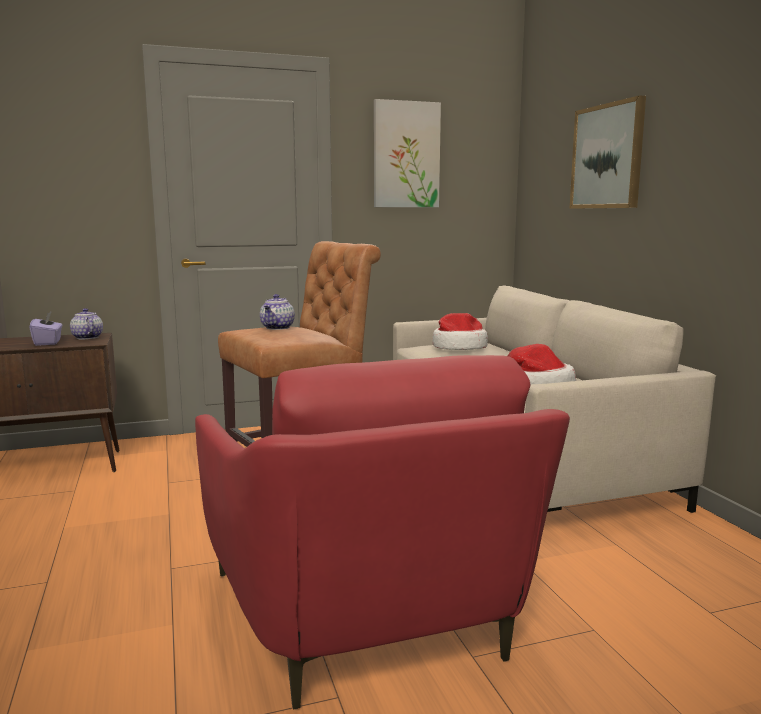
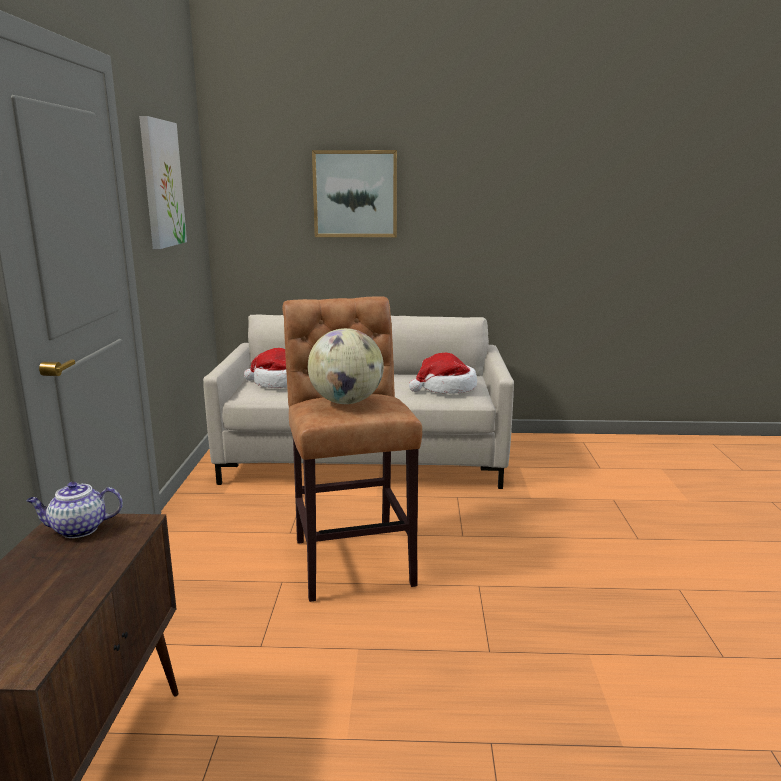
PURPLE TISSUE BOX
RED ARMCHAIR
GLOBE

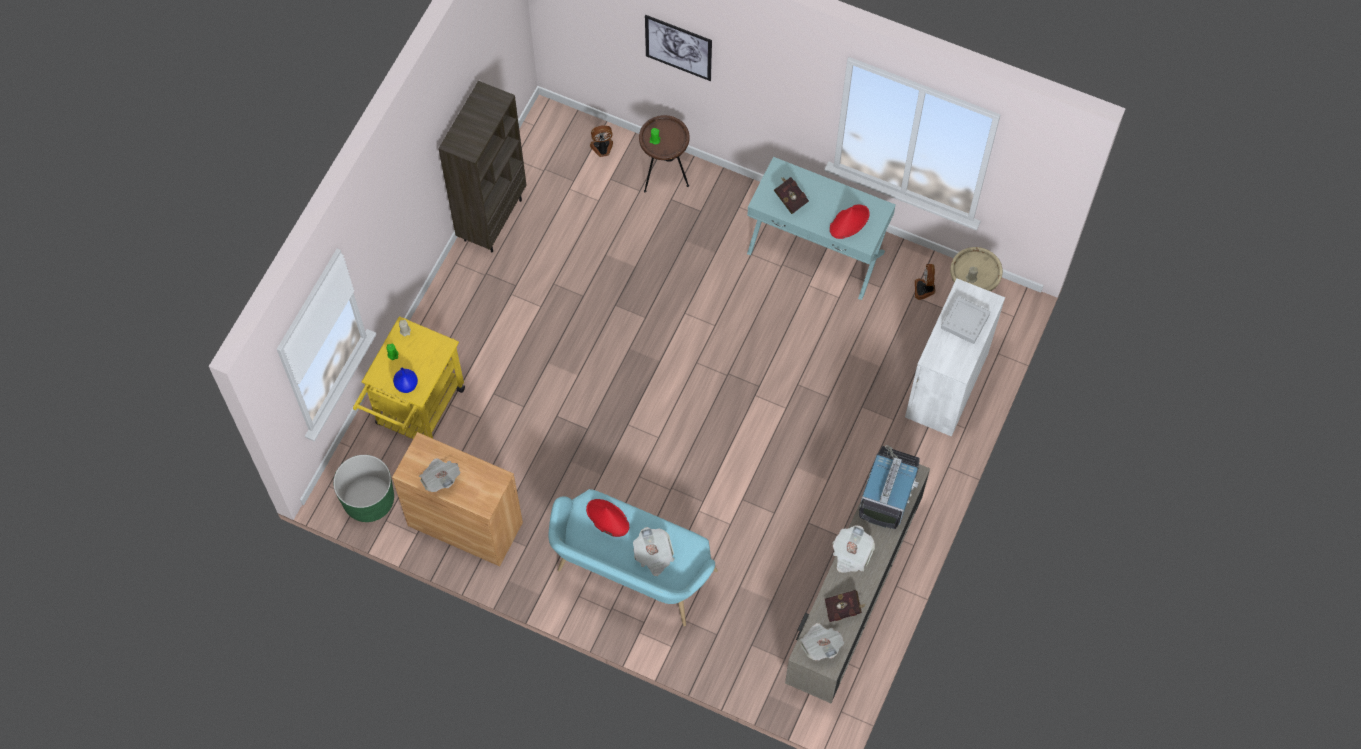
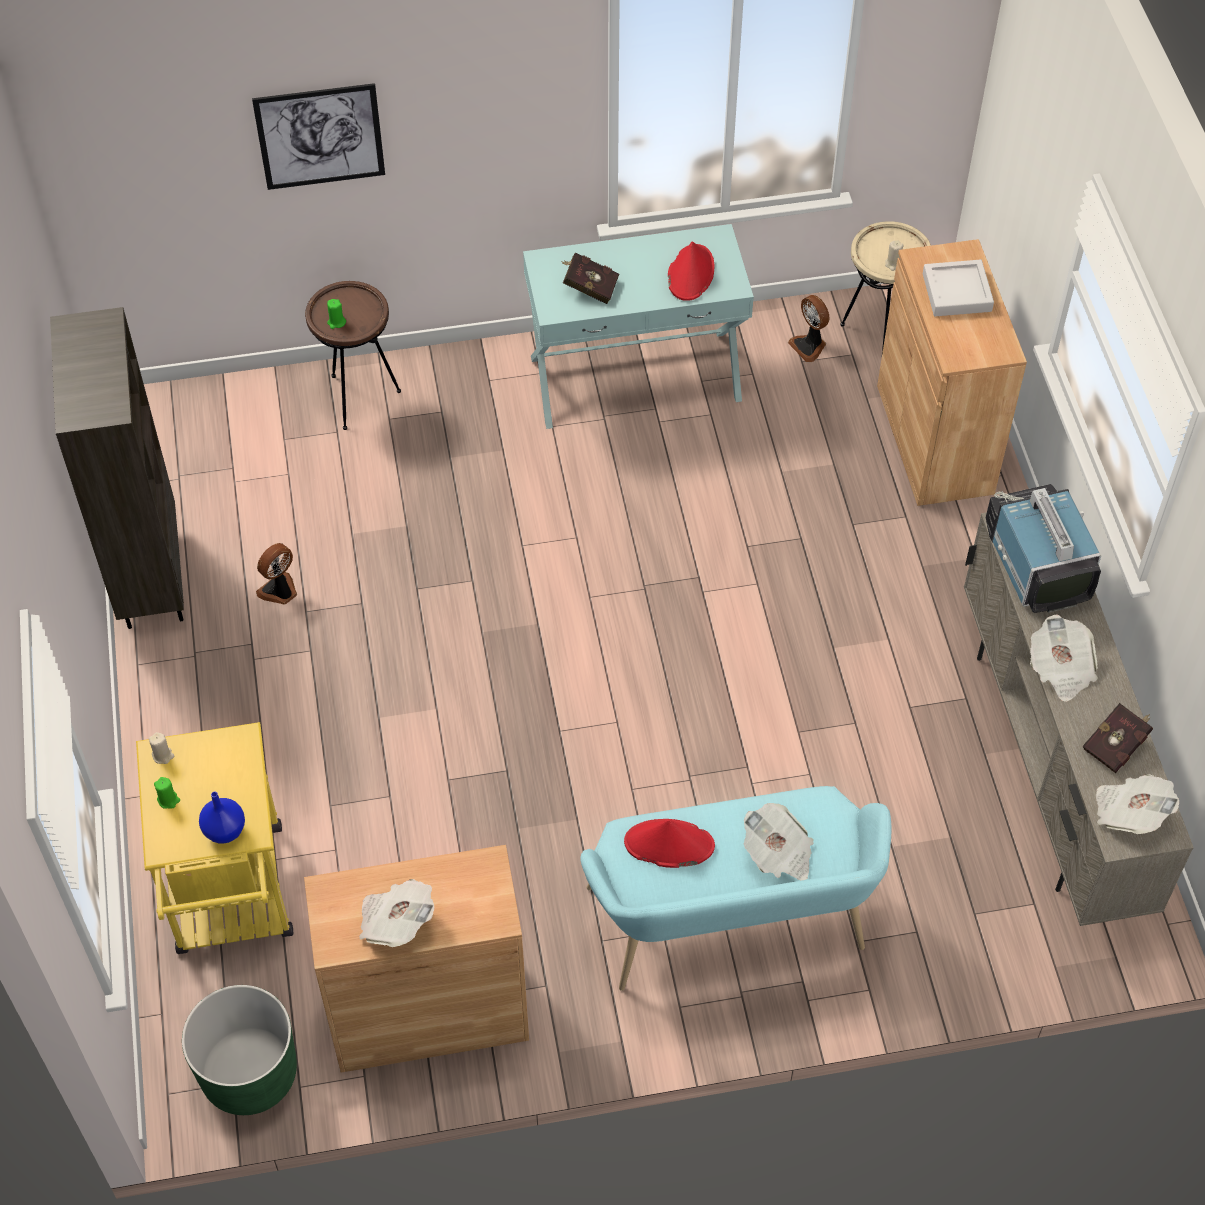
FAN (1st from left)
BROWN CABINET (2nd from left)

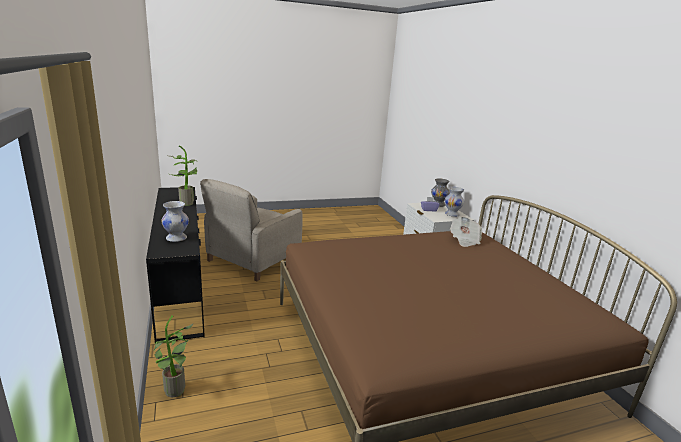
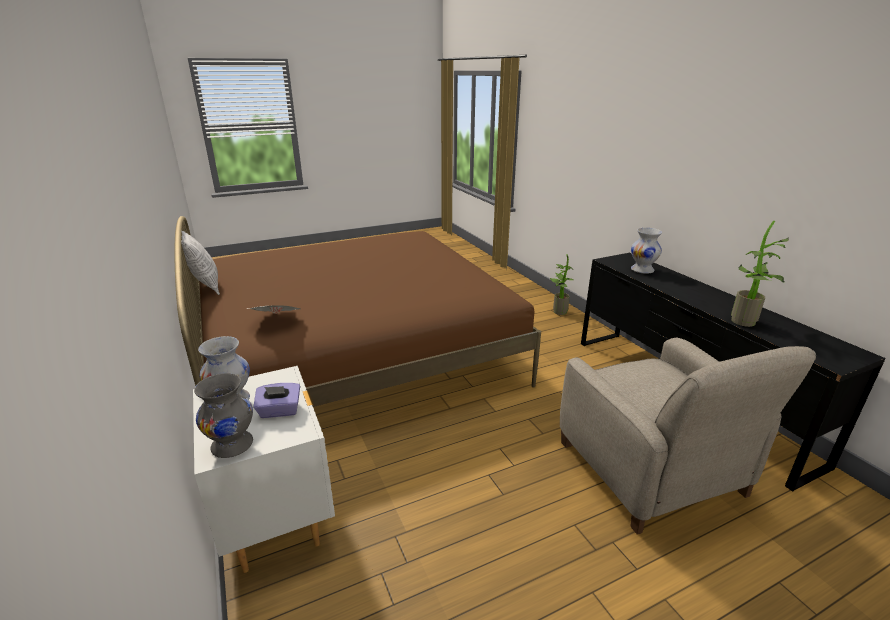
BEIGE ARMCHAIR
PILLOW

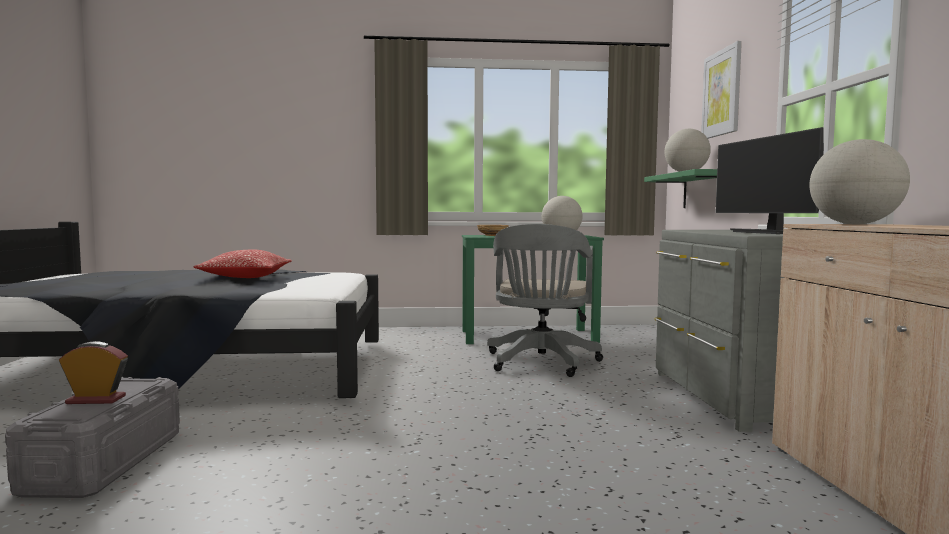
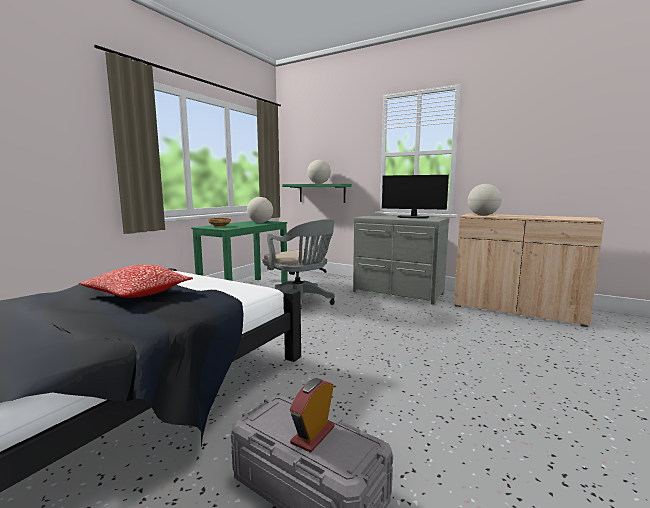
PICTURE

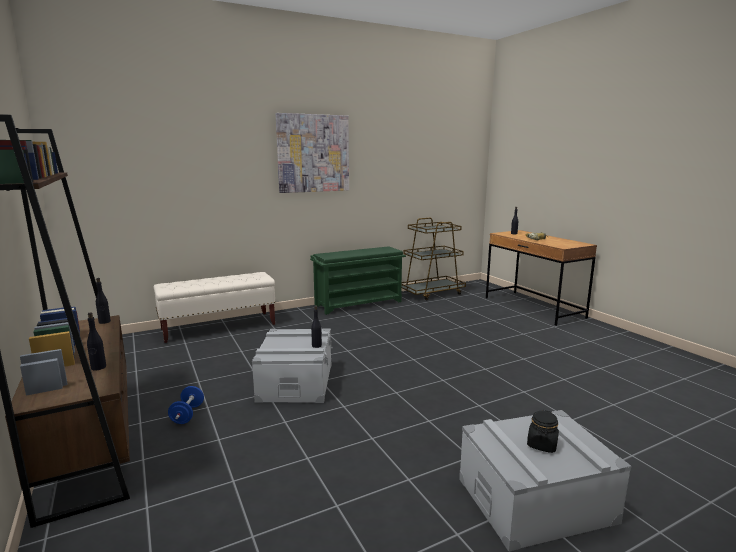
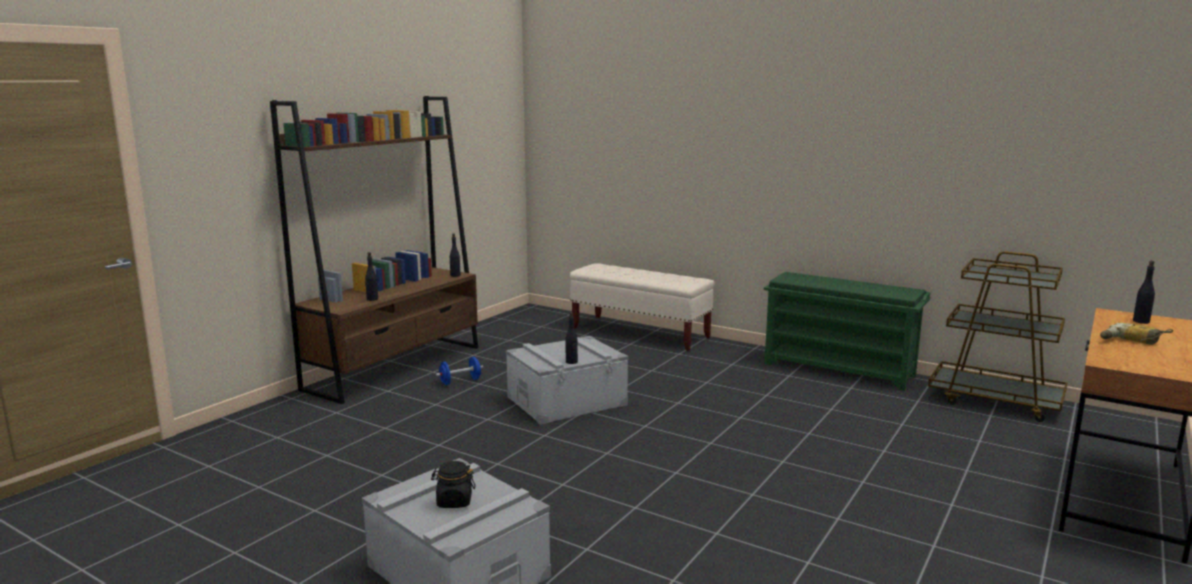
PICTURE

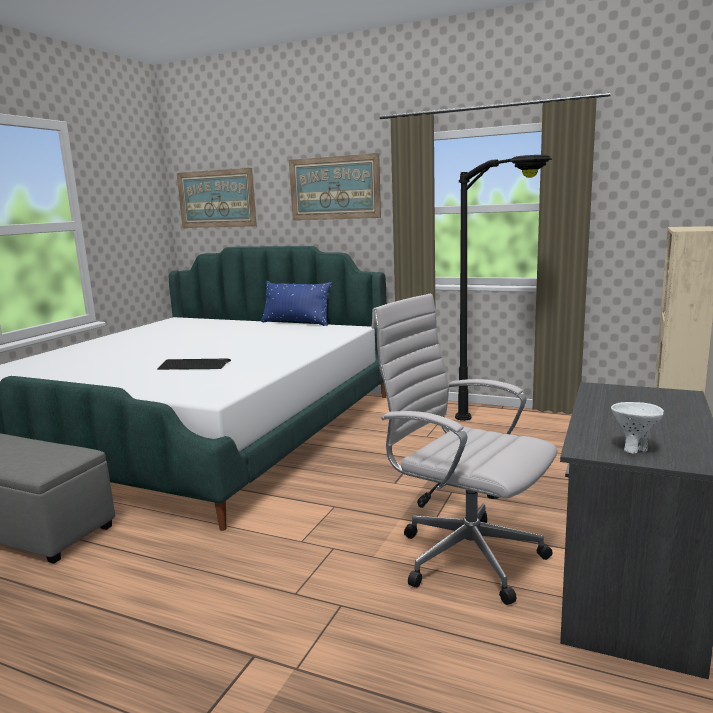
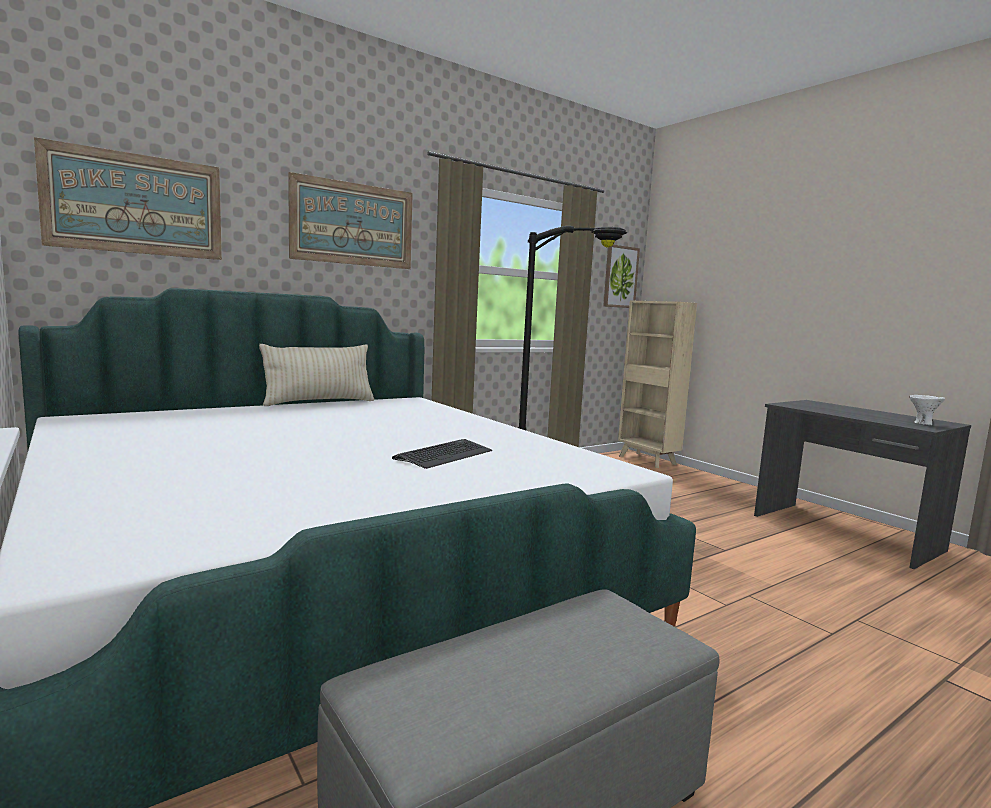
BEIGE PILLOW
WHITE OFFICE CHAIR
PICTURE (3rd from left)

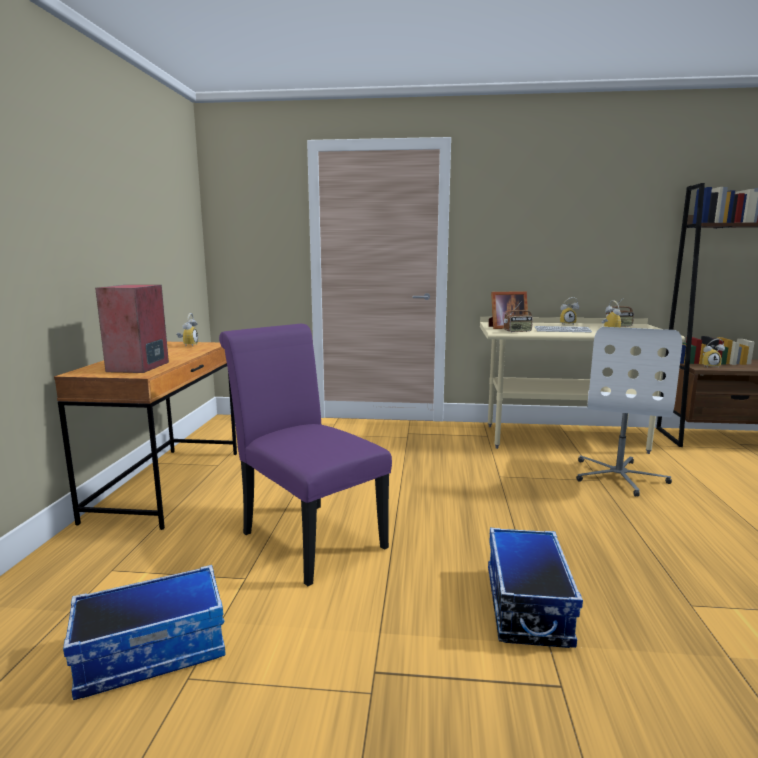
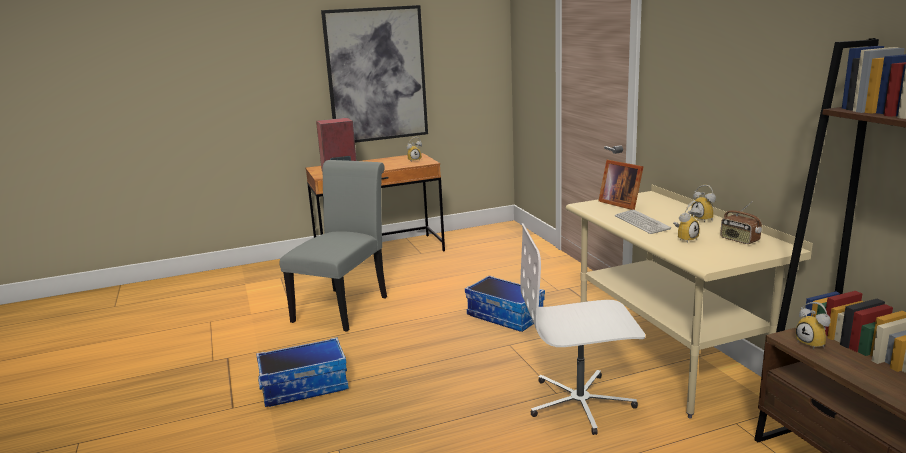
STORAGE BOX (2nd from left)
GREY CHAIR
RADIO (1st from left in the first image)
PICTURE

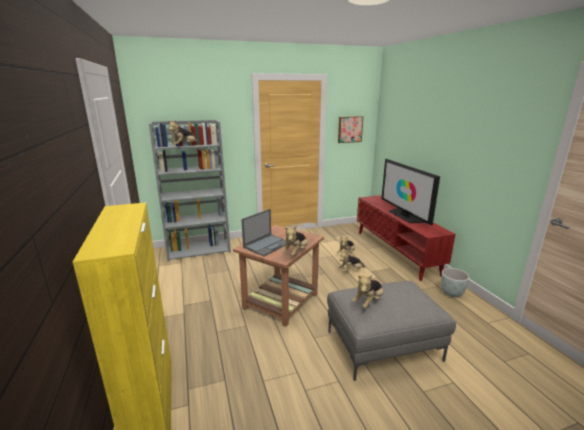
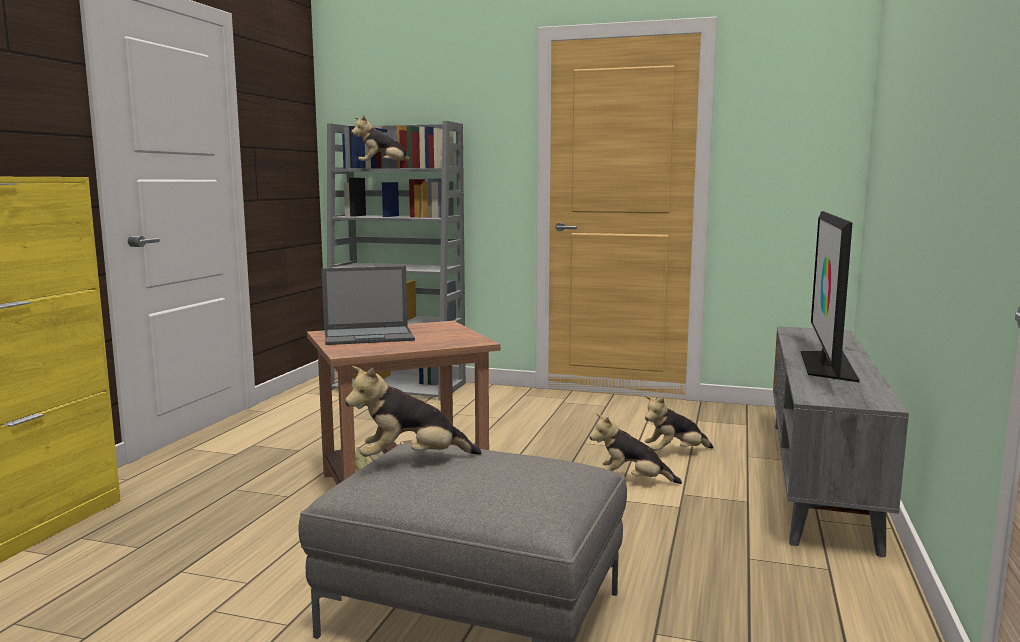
PLUSH TOY (2nd from left in the first image)
PICTURE
GREY TV STAND
GREY PLANTER

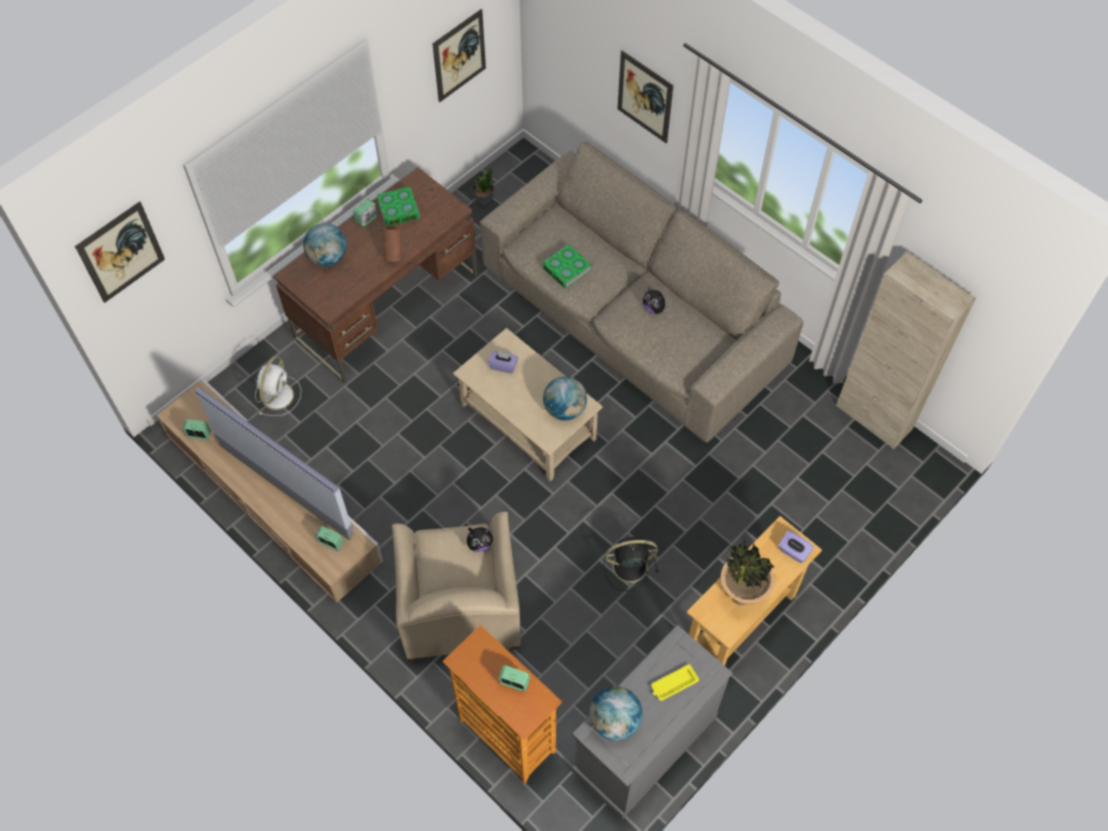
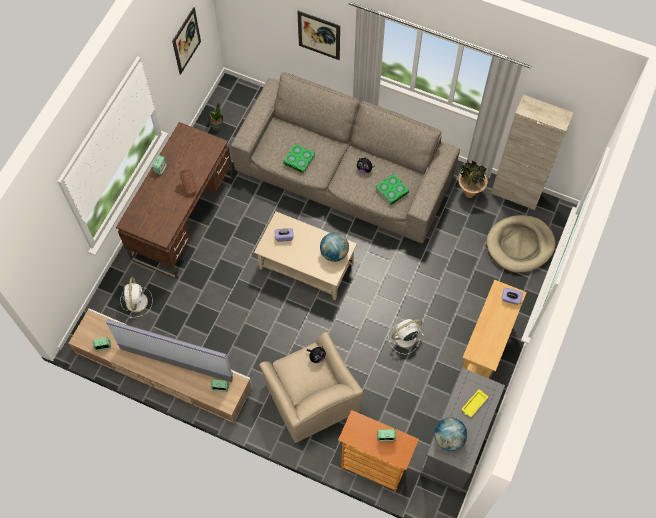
PICTURE (1st from left in the first image)
GLOBE (1st from left in the first image)
BOOK (2nd from left)
WHITE FAN (2nd from left)
POTTED PLANT (2nd from left)
BEIGE DOG BED

